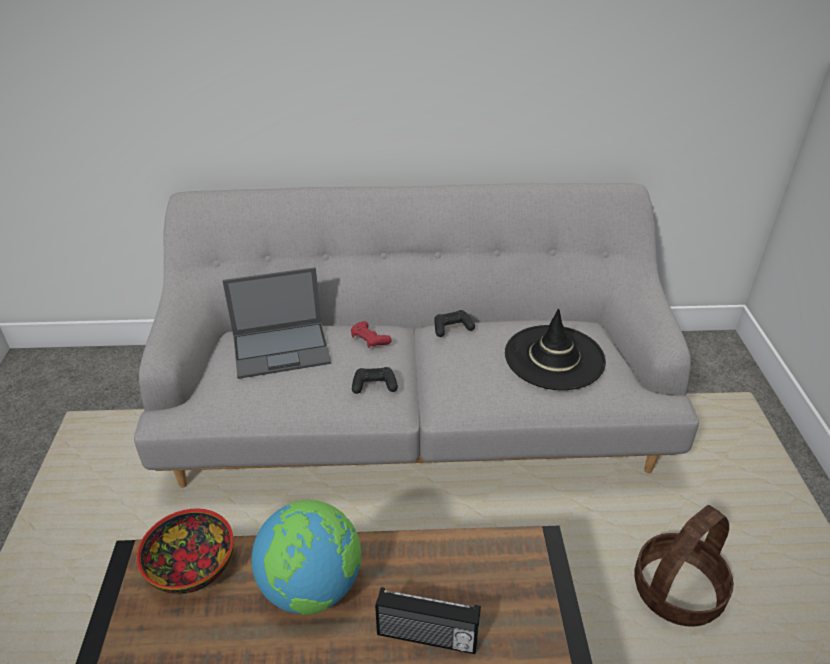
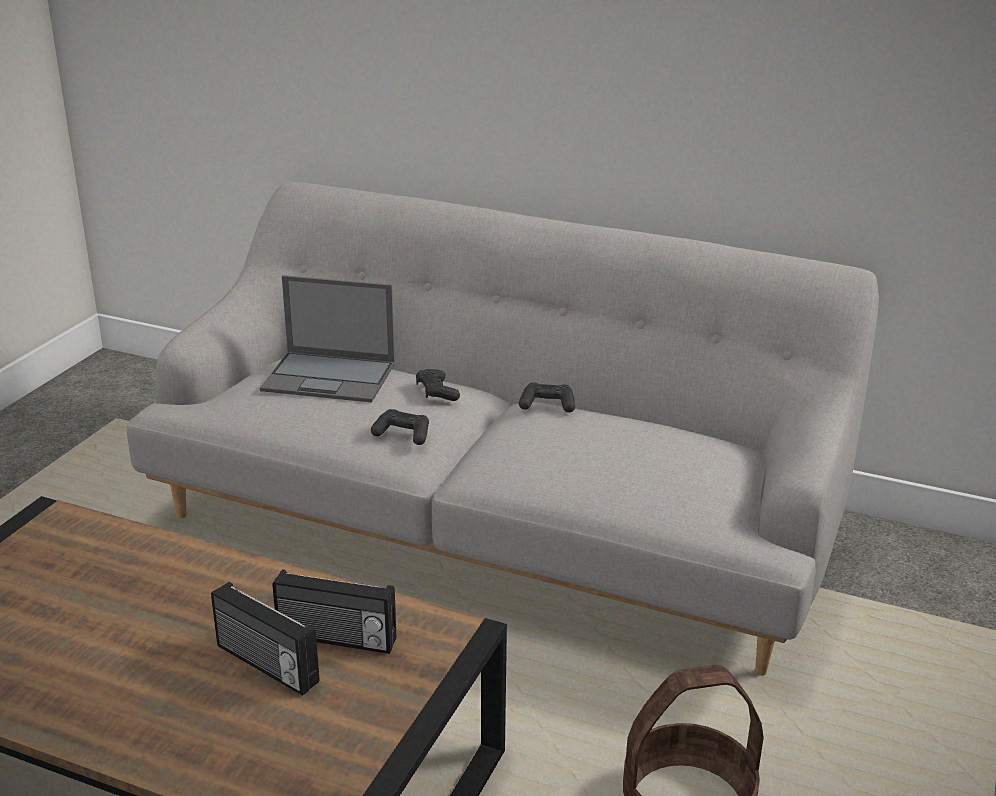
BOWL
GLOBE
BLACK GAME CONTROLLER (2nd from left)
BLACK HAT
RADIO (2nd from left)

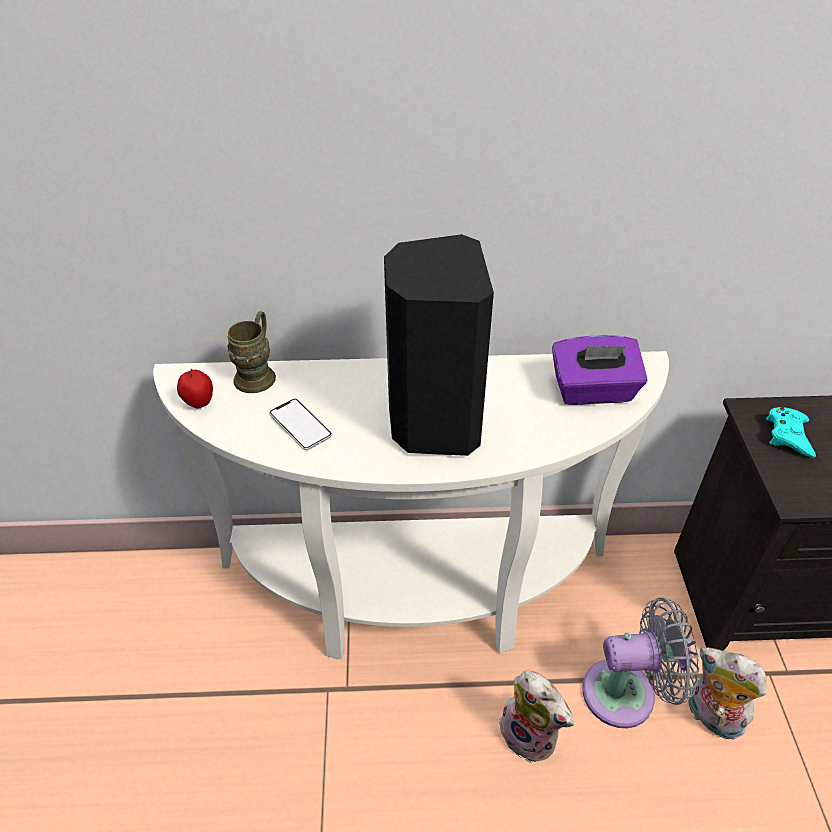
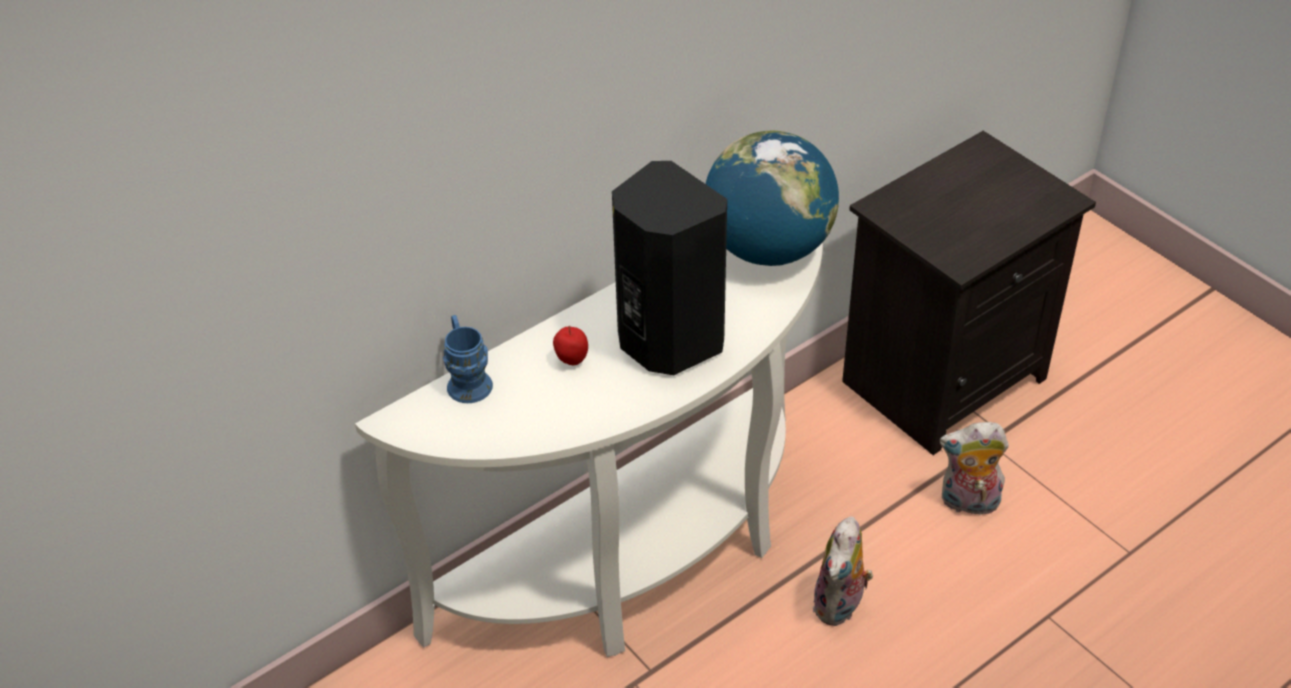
APPLE
BLUE MUG
PHONE
PLUSH TOY (1st from left)
GLOBE
GREY FAN
TURQUOISE GAME CONTROLLER

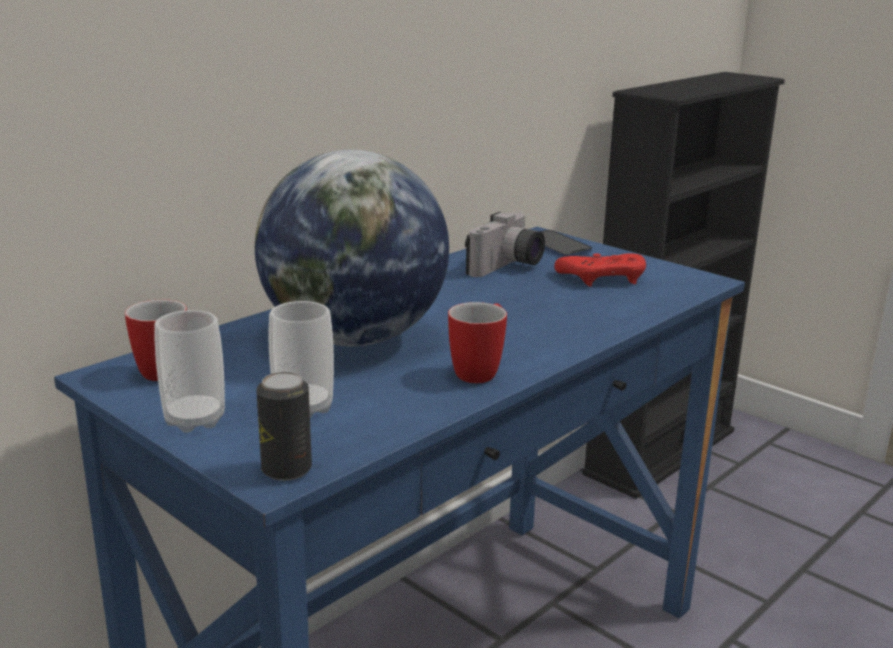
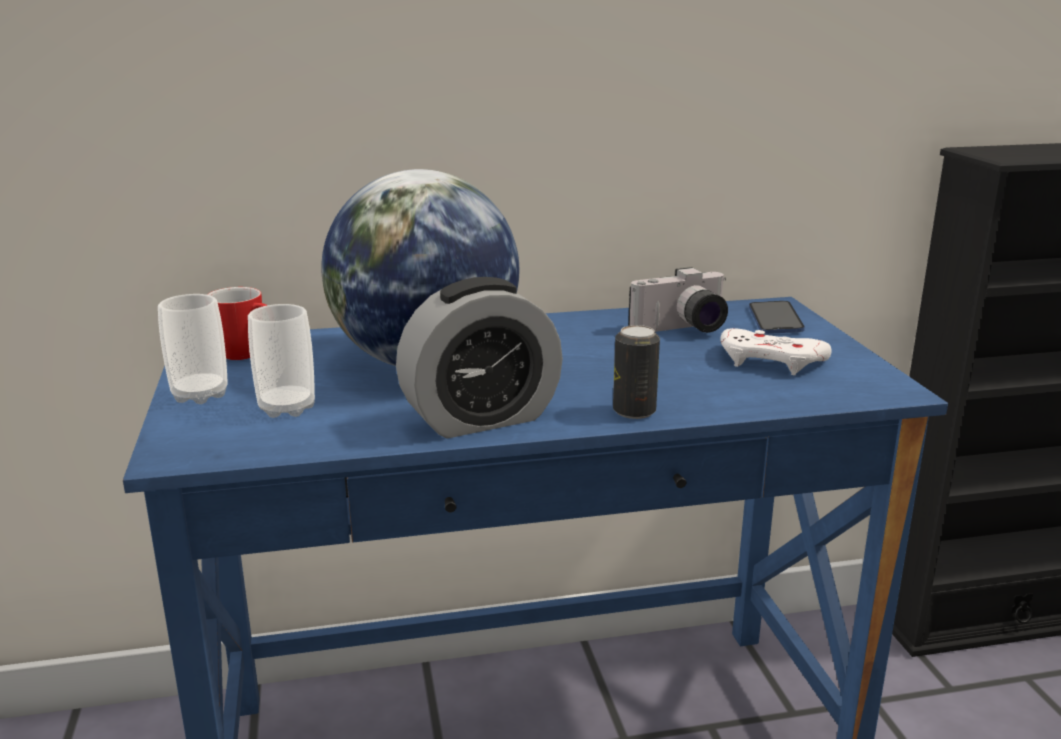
CAN
ALARM CLOCK
WHITE GAME CONTROLLER

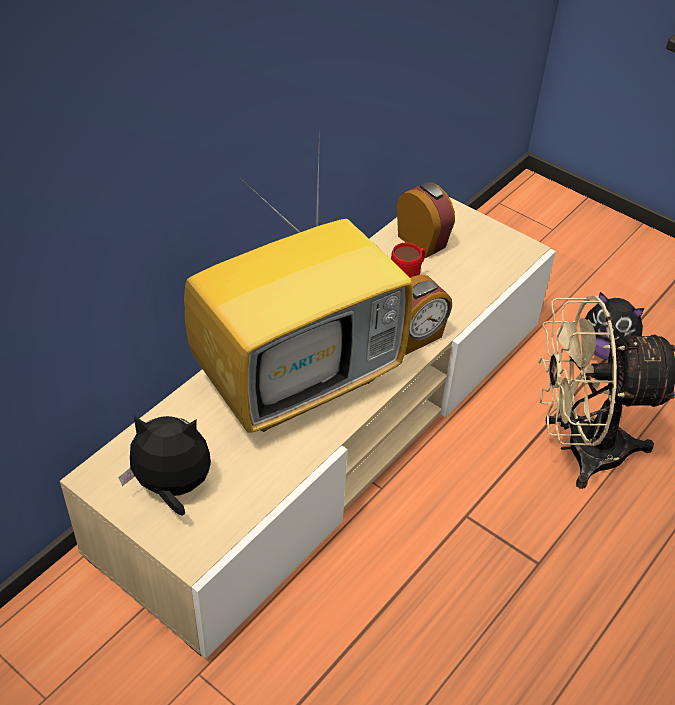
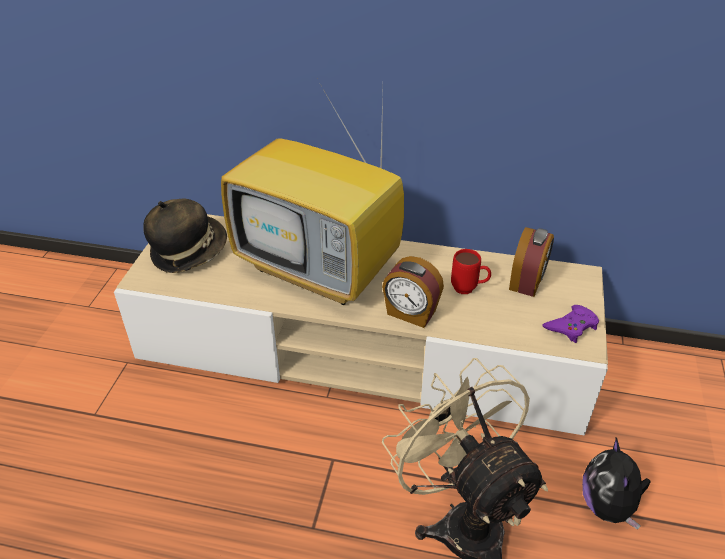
HAT
PURPLE GAME CONTROLLER

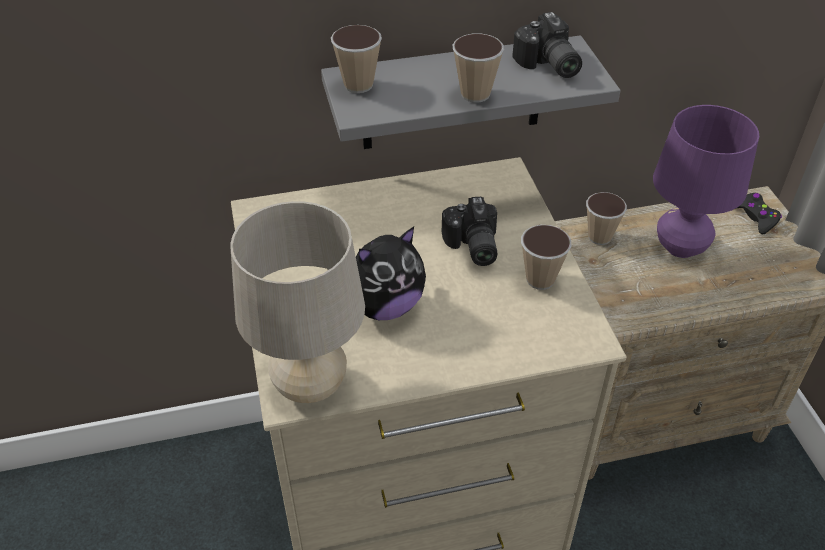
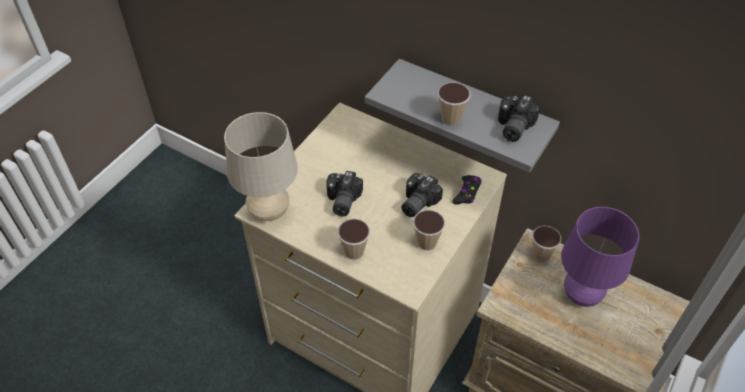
CUP (1st from left)
PHOTO CAMERA (1st from left)
BLACK GAME CONTROLLER

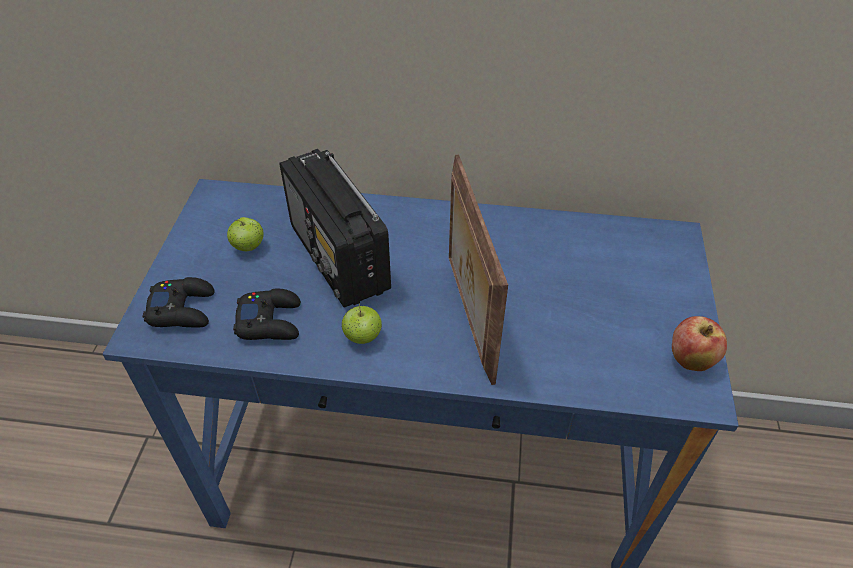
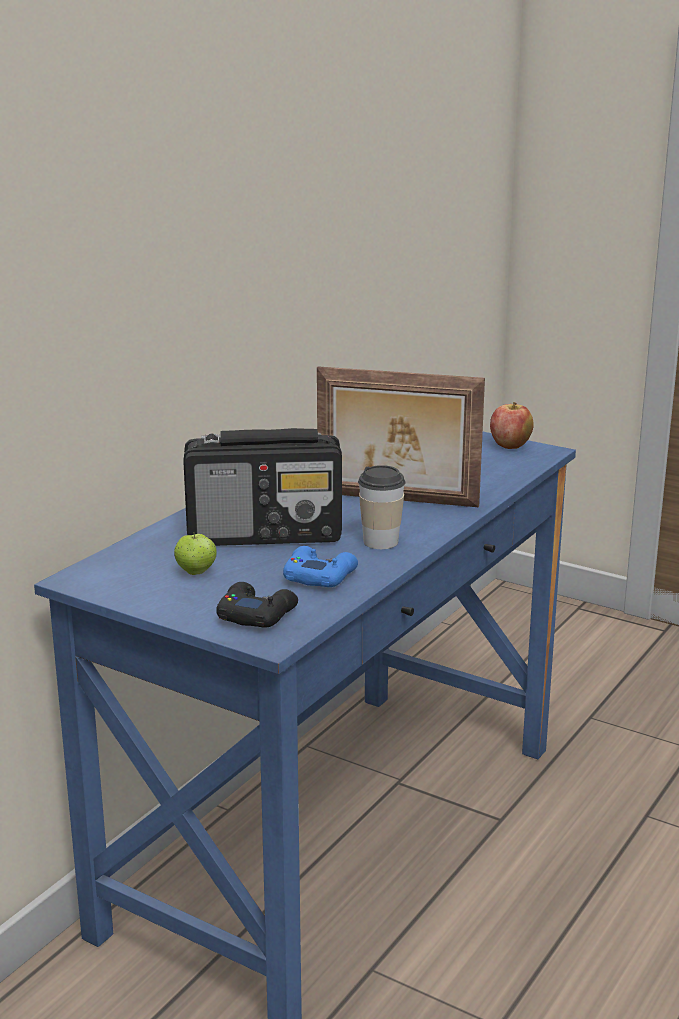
BLUE GAME CONTROLLER
CUP

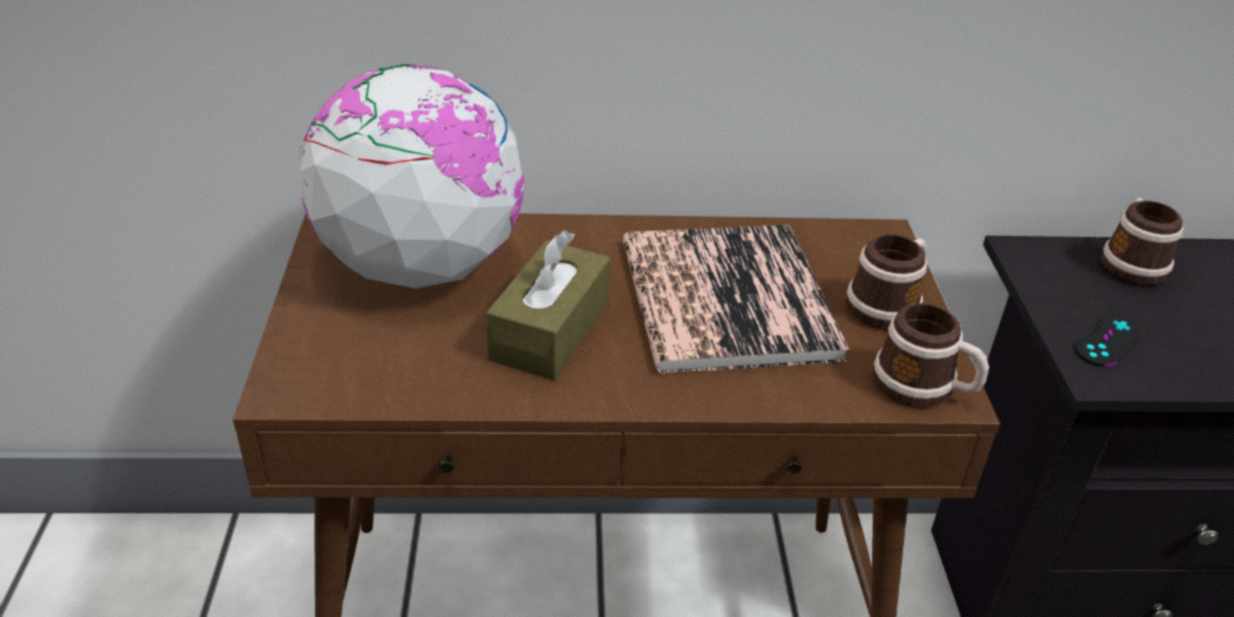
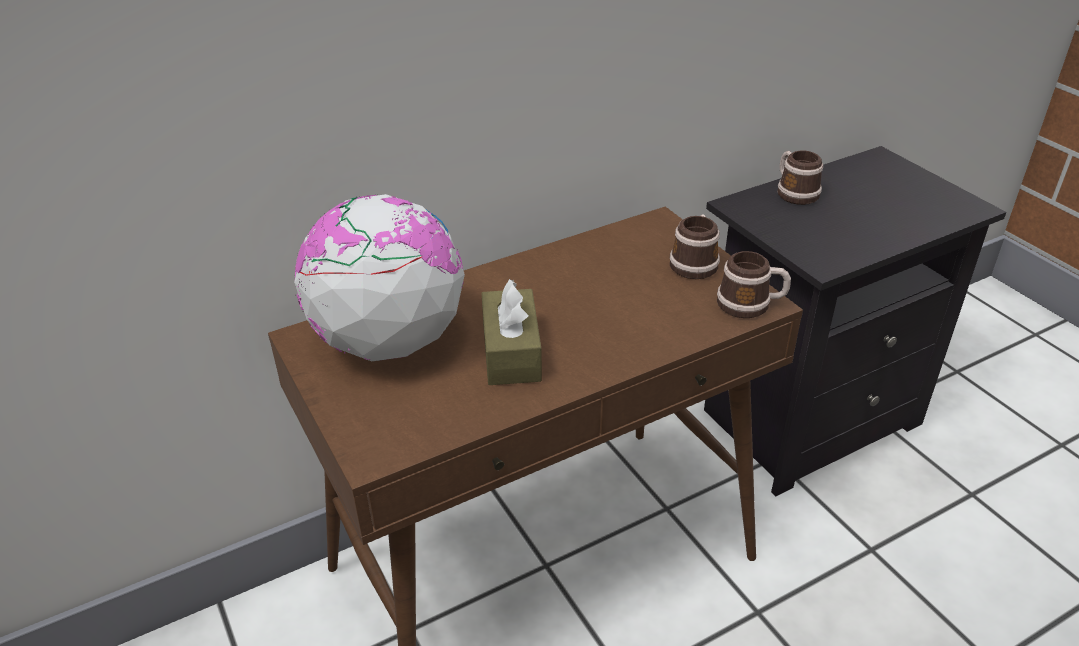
BOOK
BLACK GAME CONTROLLER

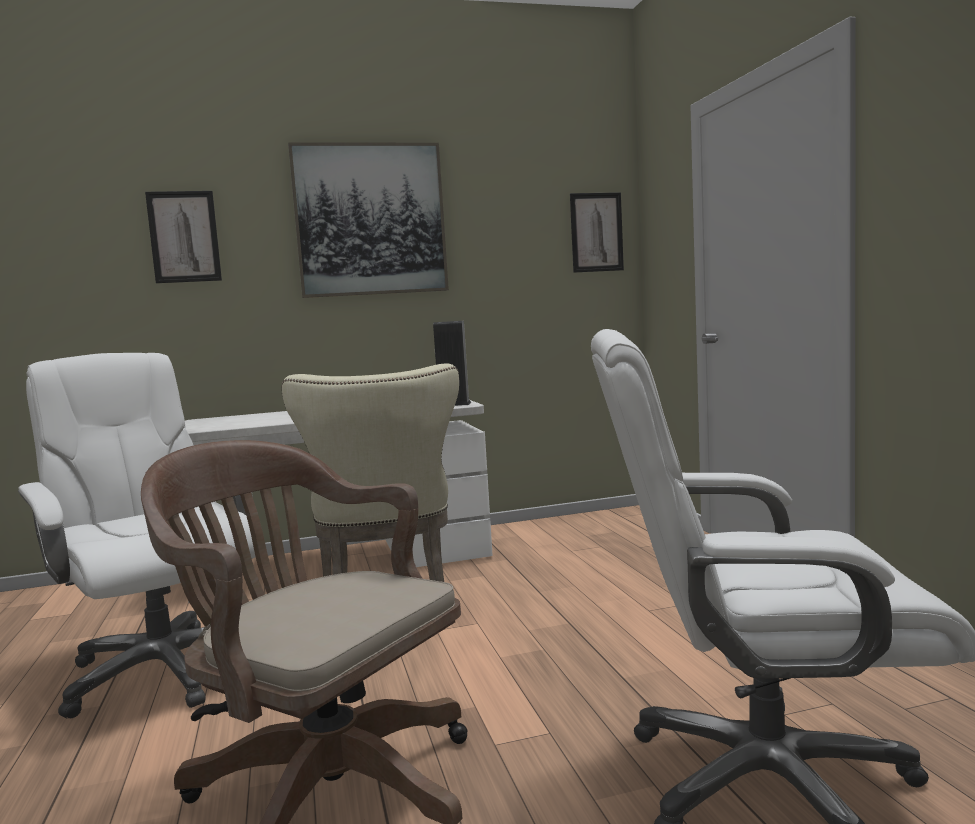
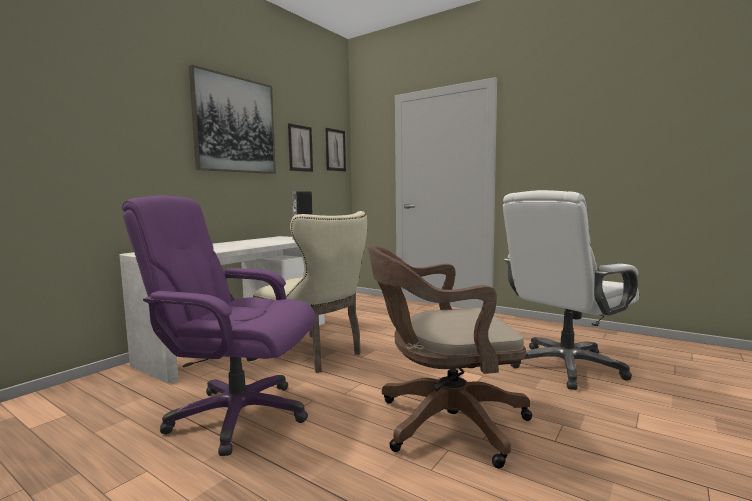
PURPLE OFFICE CHAIR
PICTURE (2nd from left)

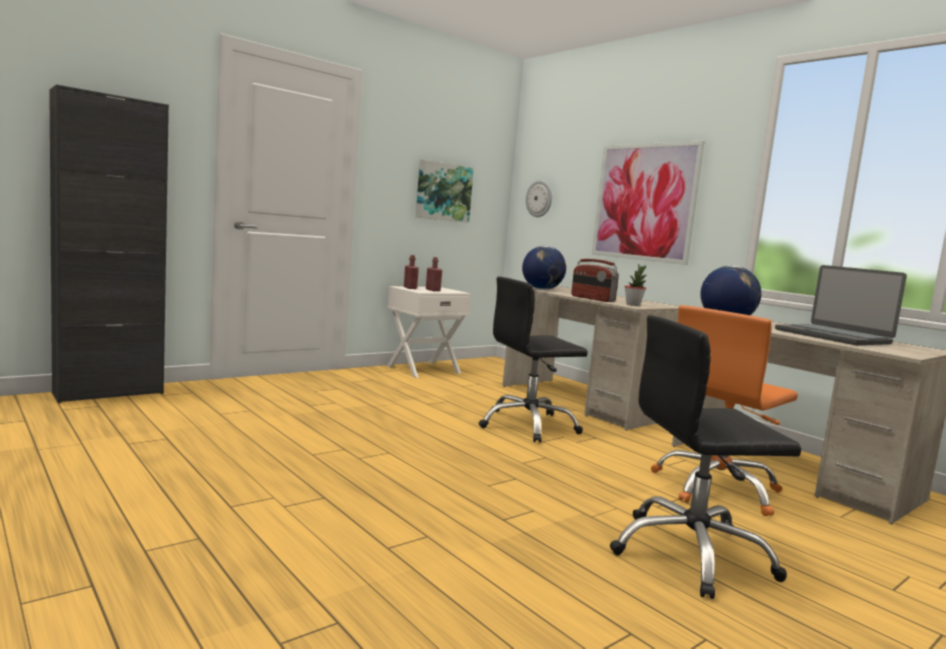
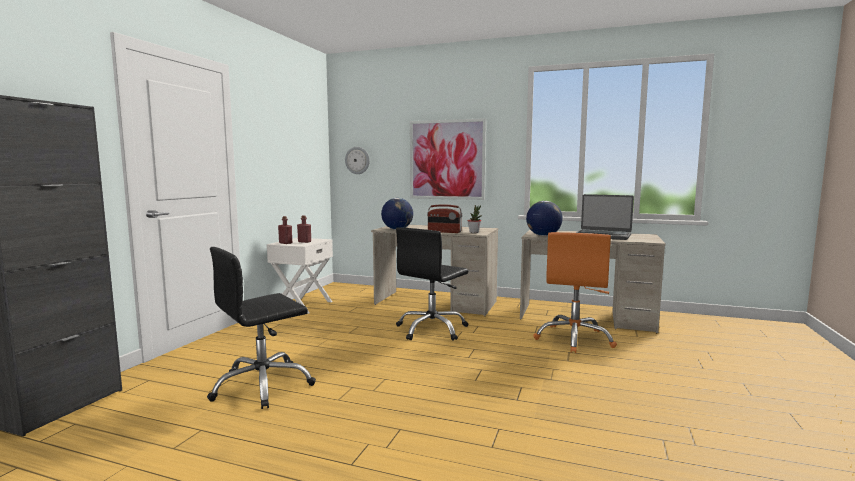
PICTURE (1st from left in the first image)
BLACK OFFICE CHAIR (1st from left)

